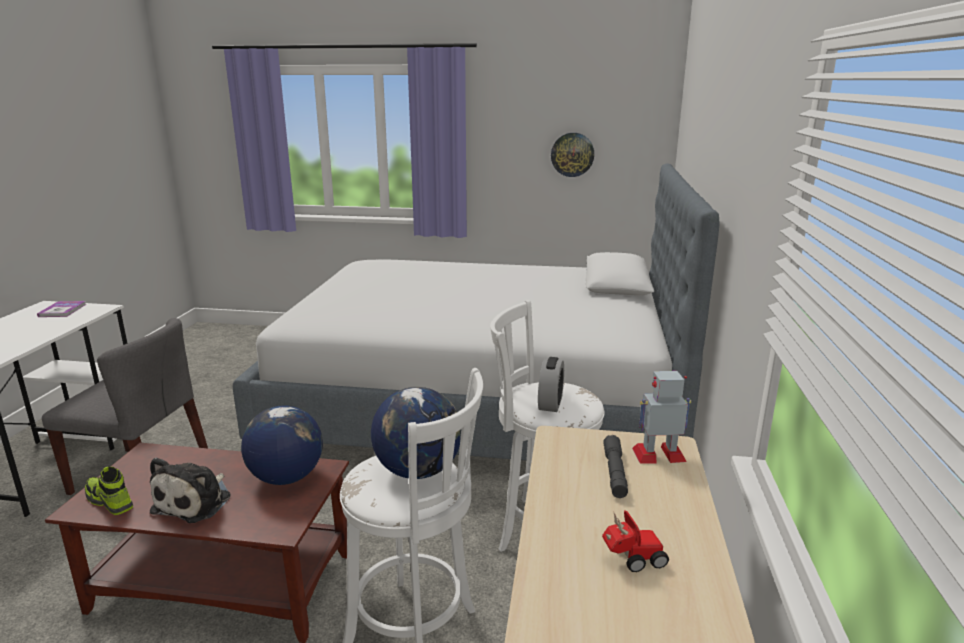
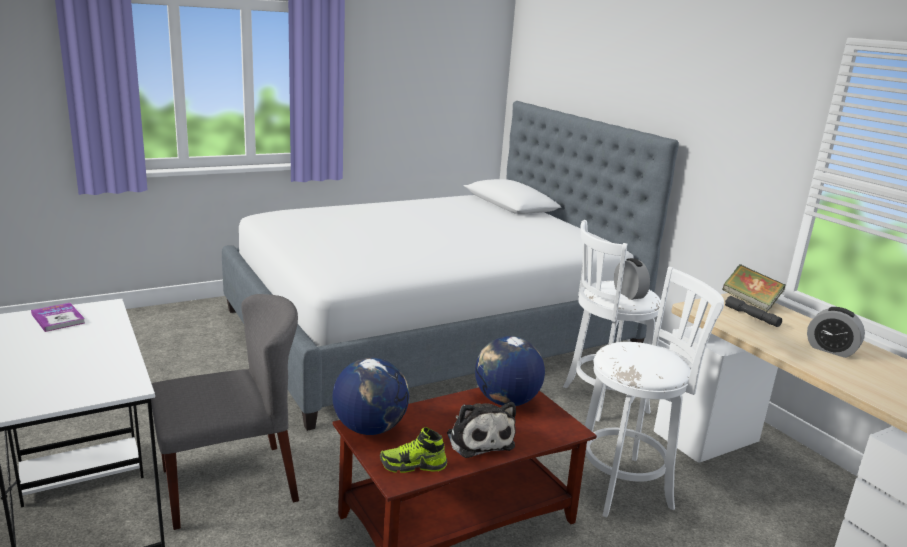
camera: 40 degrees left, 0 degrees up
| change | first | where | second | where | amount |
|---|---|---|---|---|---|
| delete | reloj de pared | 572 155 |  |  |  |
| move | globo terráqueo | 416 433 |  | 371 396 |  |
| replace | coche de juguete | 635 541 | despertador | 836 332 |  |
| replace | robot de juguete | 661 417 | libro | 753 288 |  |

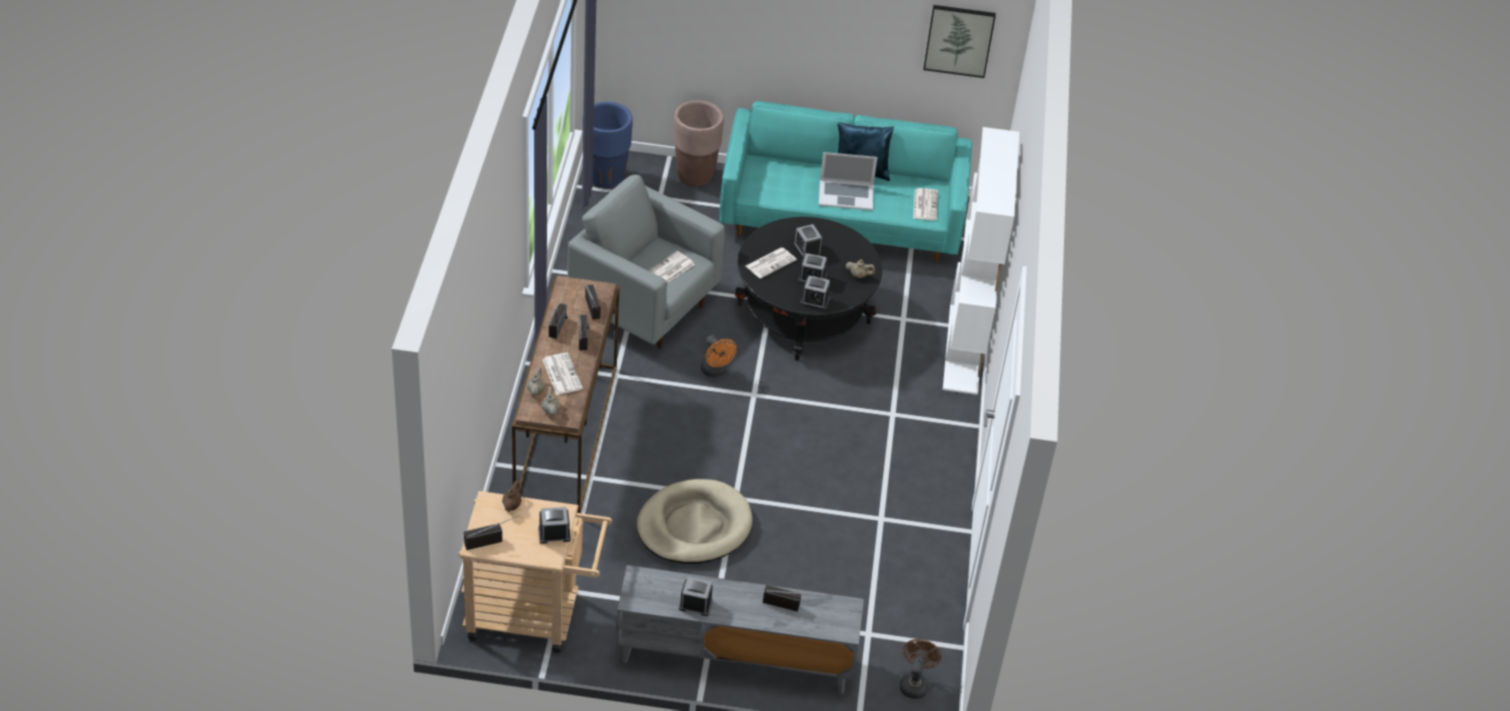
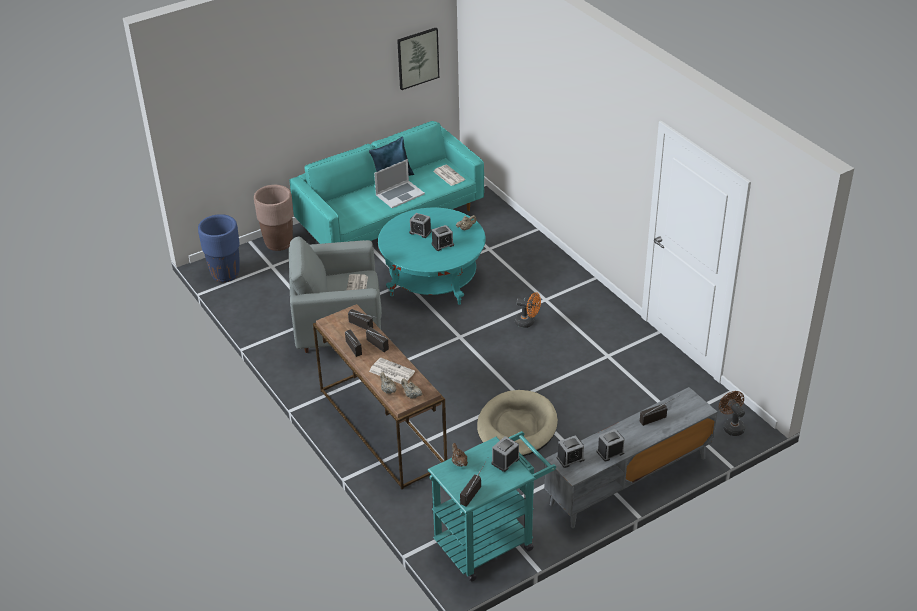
camera: 35 degrees left, 5 degrees down
| change | first | where | second | where | amount |
|---|---|---|---|---|---|
| delete | periódico | 771 263 |  |  |  |
| delete | estantería [blanco] | 981 261 |  |  |  |
| move | ventilador [naranja] | 718 356 |  | 528 310 |  |
| move | despertador | 815 292 |  | 570 451 |  |
| recolor | carrito [beis] | 535 572 | carrito [turquesa] | 492 506 |  |
| recolor | mesa de centro [negro] | 808 289 | mesa de centro [turquesa] | 432 256 |  |

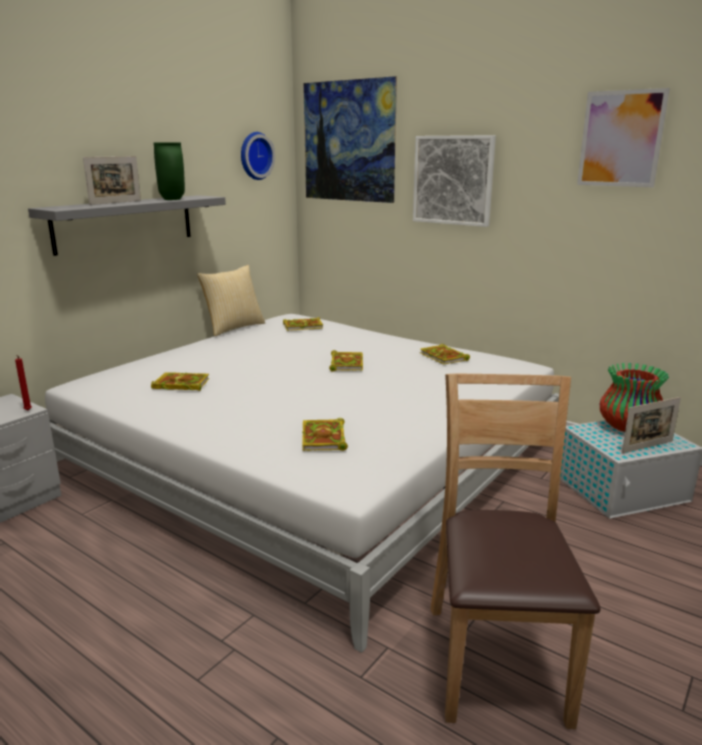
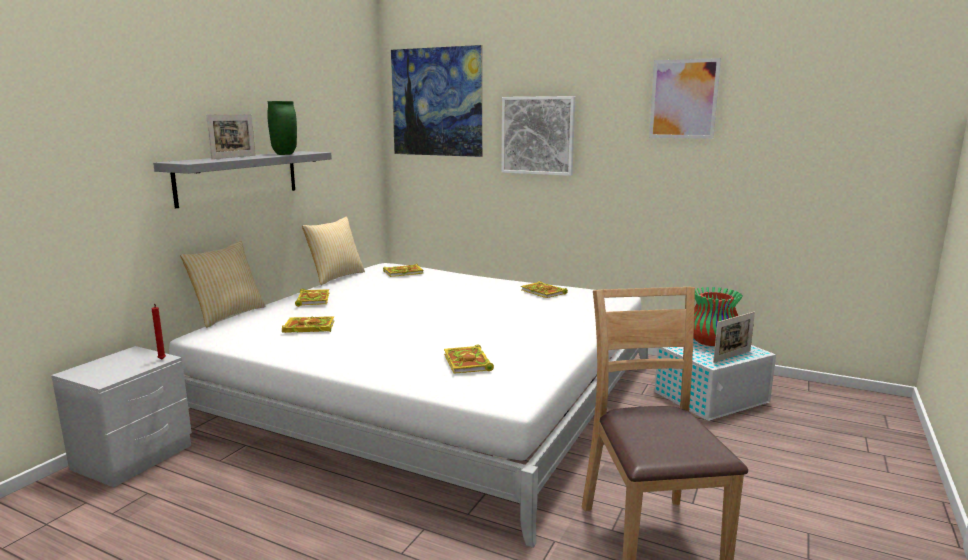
camera: 10 degrees left, 5 degrees down
| change | first | where | second | where | amount |
|---|---|---|---|---|---|
| delete | reloj de pared | 258 156 |  |  |  |
| insert |  |  | cojín | 223 284 |  |
| move | libro | 346 361 |  | 312 298 |  |

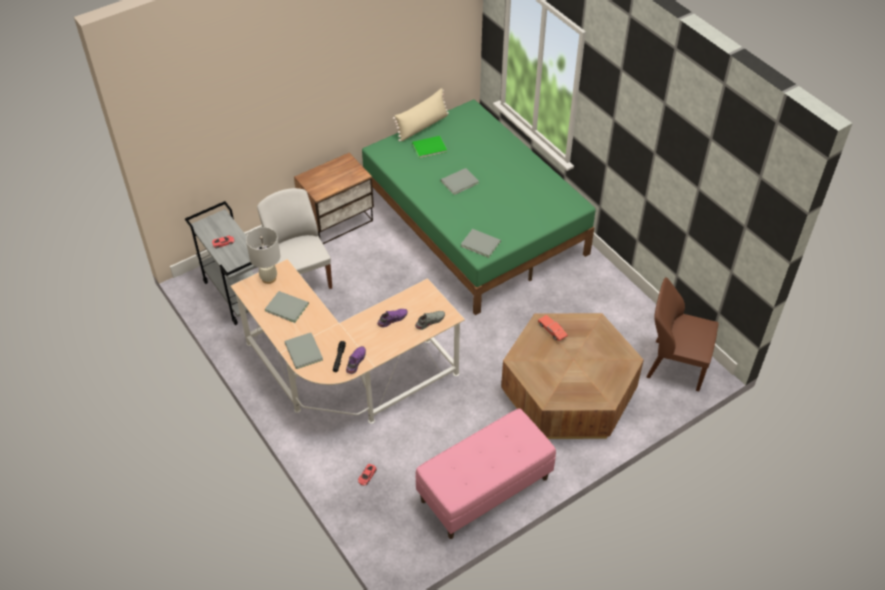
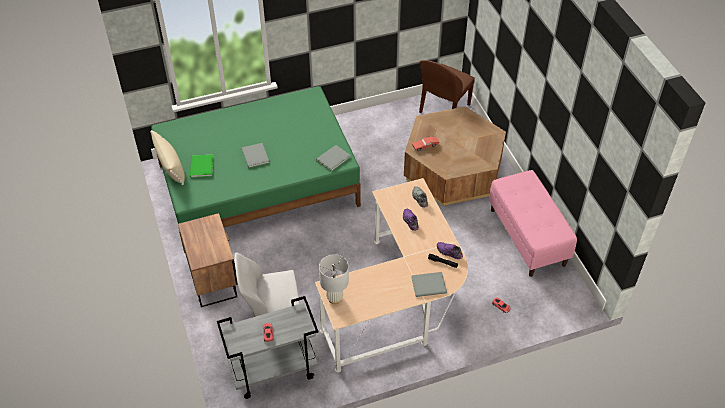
camera: 75 degrees left, 0 degrees up
| change | first | where | second | where | amount |
|---|---|---|---|---|---|
| delete | libro [gris] | 287 307 |  |  |  |

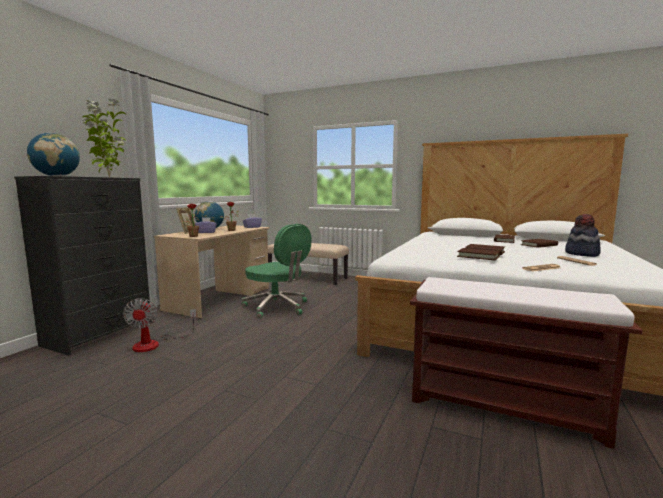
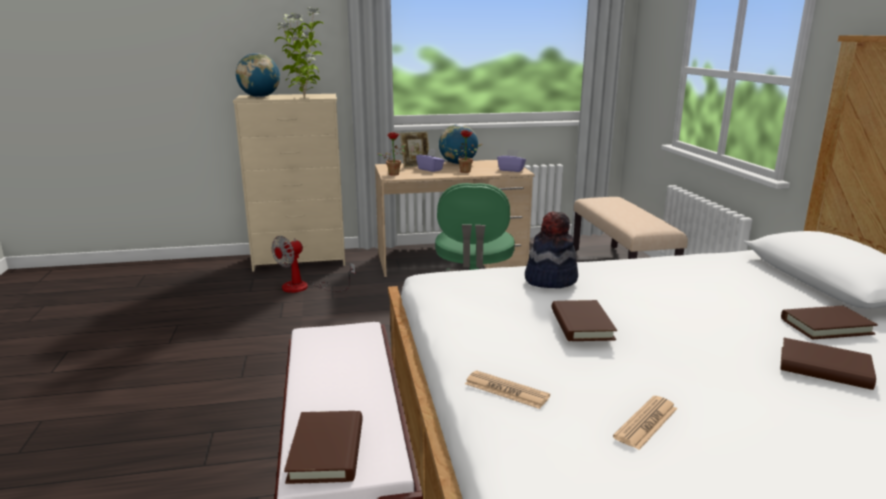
camera: 55 degrees right, 10 degrees up
| change | first | where | second | where | amount |
|---|---|---|---|---|---|
| move | libro [marrón] | 478 254 |  | 323 447 |  |
| move | sombrero | 583 235 |  | 551 249 |  |
| recolor | cómoda [negro] | 82 265 | cómoda [beis] | 289 183 |  |

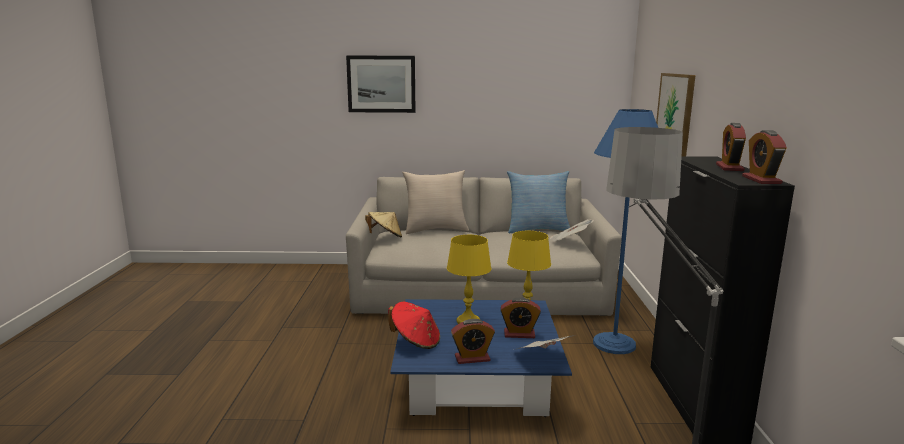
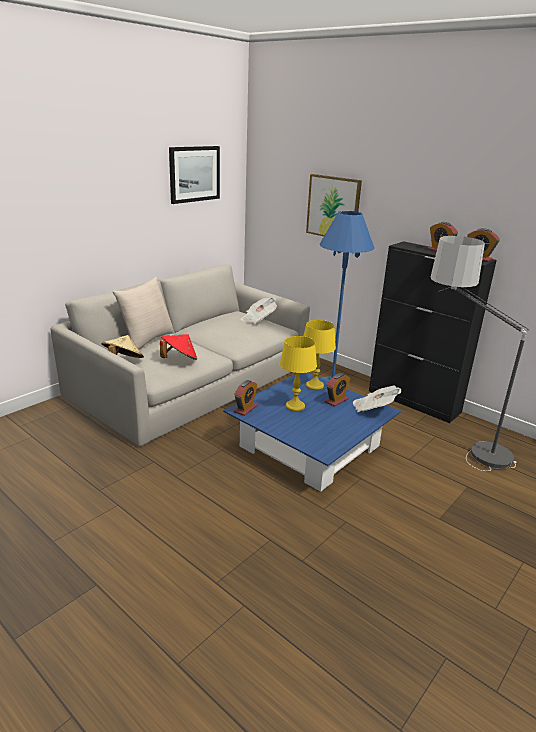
camera: 50 degrees left, 10 degrees up
| change | first | where | second | where | amount |
|---|---|---|---|---|---|
| delete | cojín | 538 202 |  |  |  |
| move | cuadro | 380 84 |  | 194 175 |  |
| move | sombrero [rojo] | 414 325 |  | 178 347 |  |
| move | despertador | 473 341 |  | 245 398 |  |

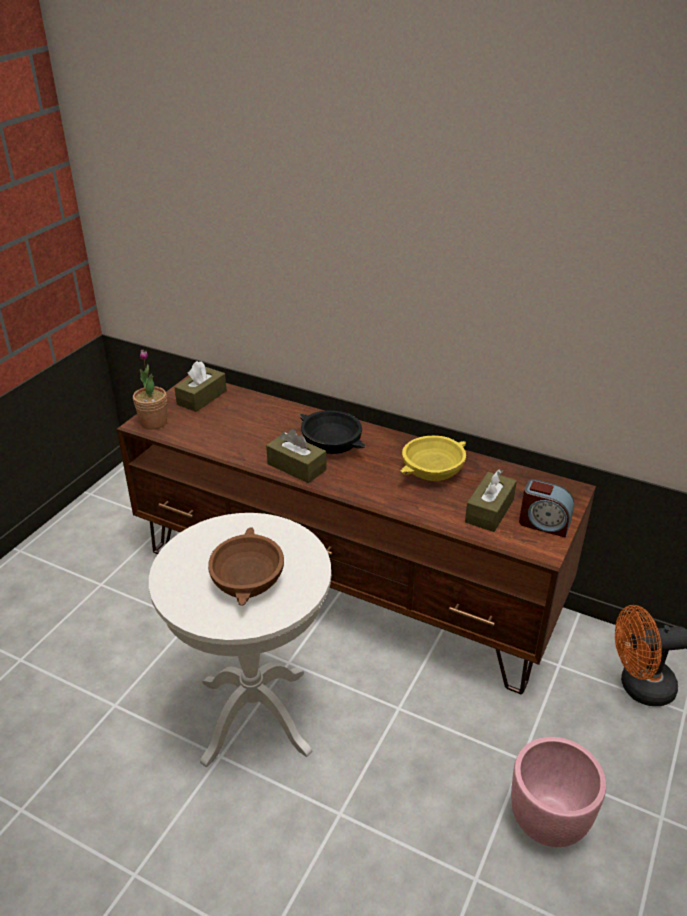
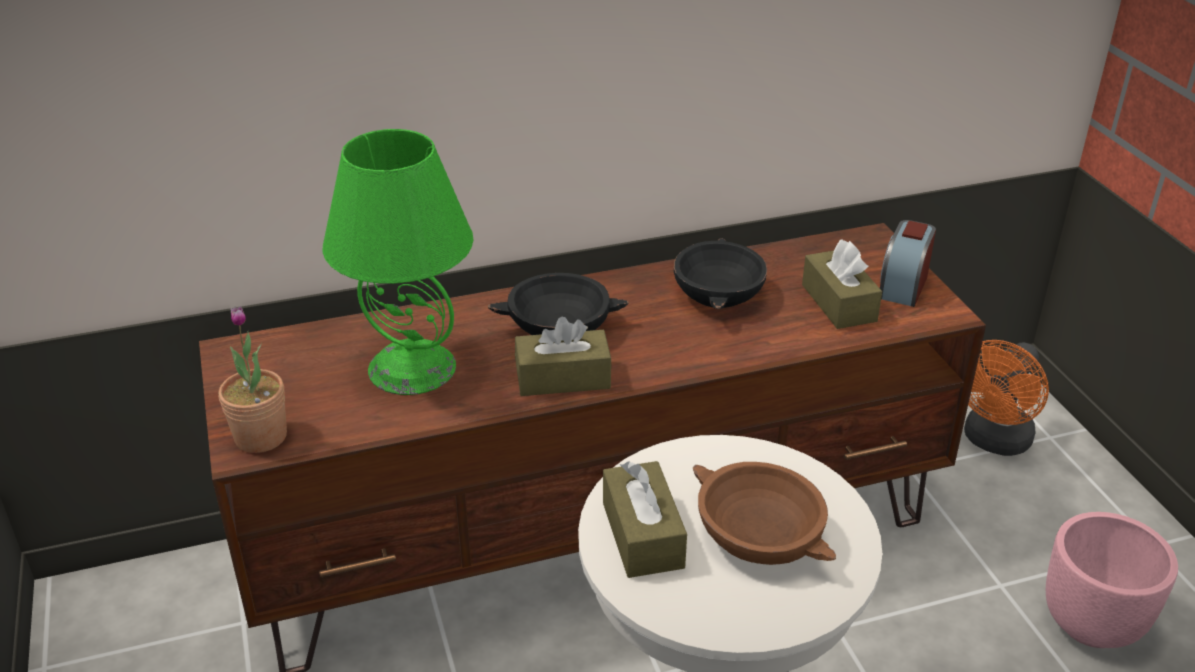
camera: 45 degrees left, 0 degrees up
| change | first | where | second | where | amount |
|---|---|---|---|---|---|
| insert |  |  | lámpara de mesa [verde] | 398 262 |  |
| move | caja de pañuelos [marrón] | 200 386 |  | 645 519 |  |
| recolor | cuenco [amarillo] | 432 458 | cuenco [negro] | 720 273 |  |
| rotate | despertador | 546 508 |  | 908 263 | 135 degrees clockwise |

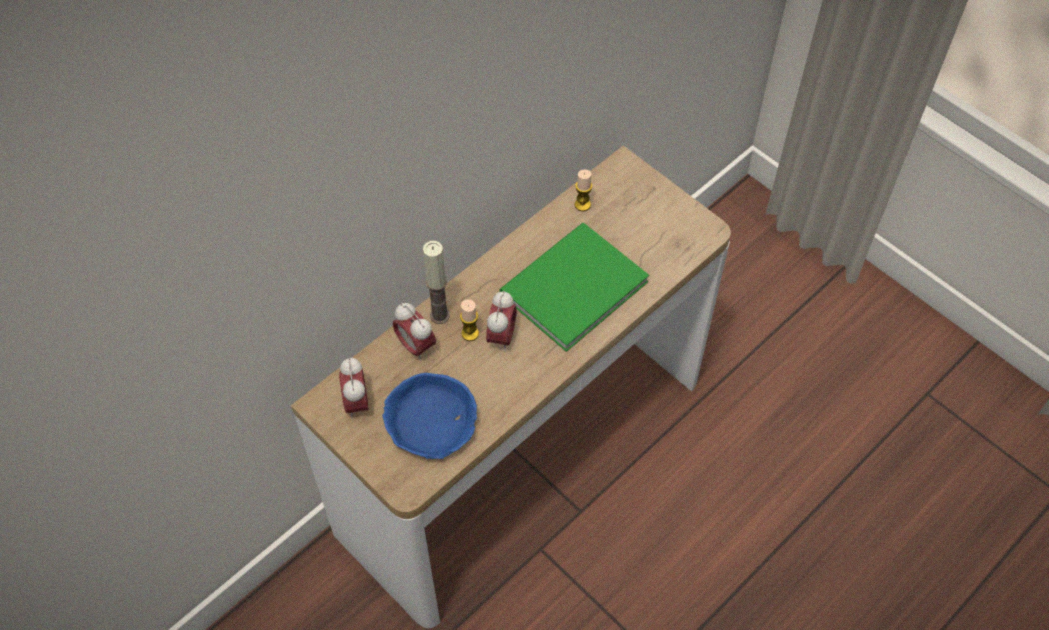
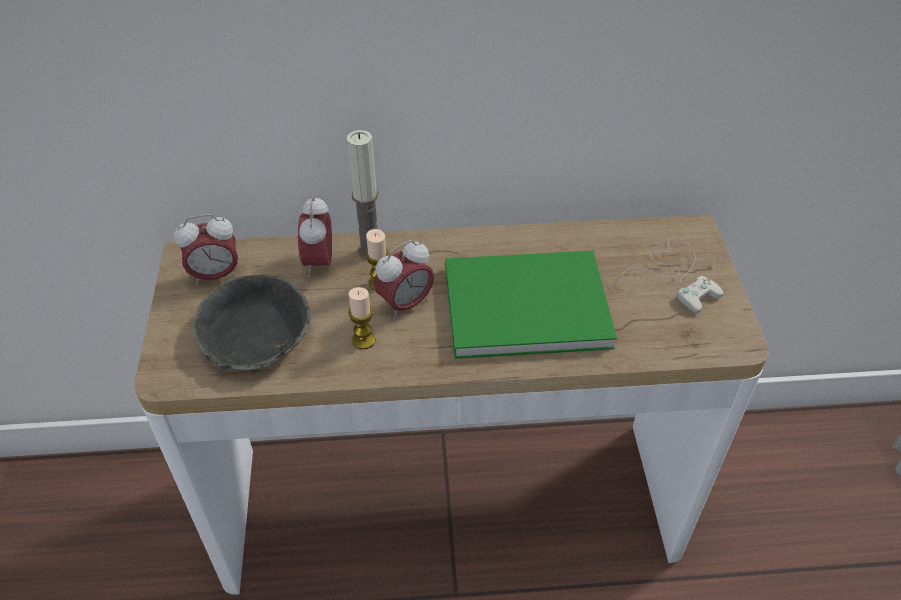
camera: 40 degrees right, 10 degrees down
| change | first | where | second | where | amount |
|---|---|---|---|---|---|
| insert |  |  | mando de consola [blanco] | 671 275 |  |
| move | vela | 583 190 |  | 362 318 |  |
| recolor | cuenco [azul] | 429 416 | cuenco [gris] | 251 322 |  |
| rotate | despertador | 354 388 |  | 206 250 | 135 degrees counterclockwise |

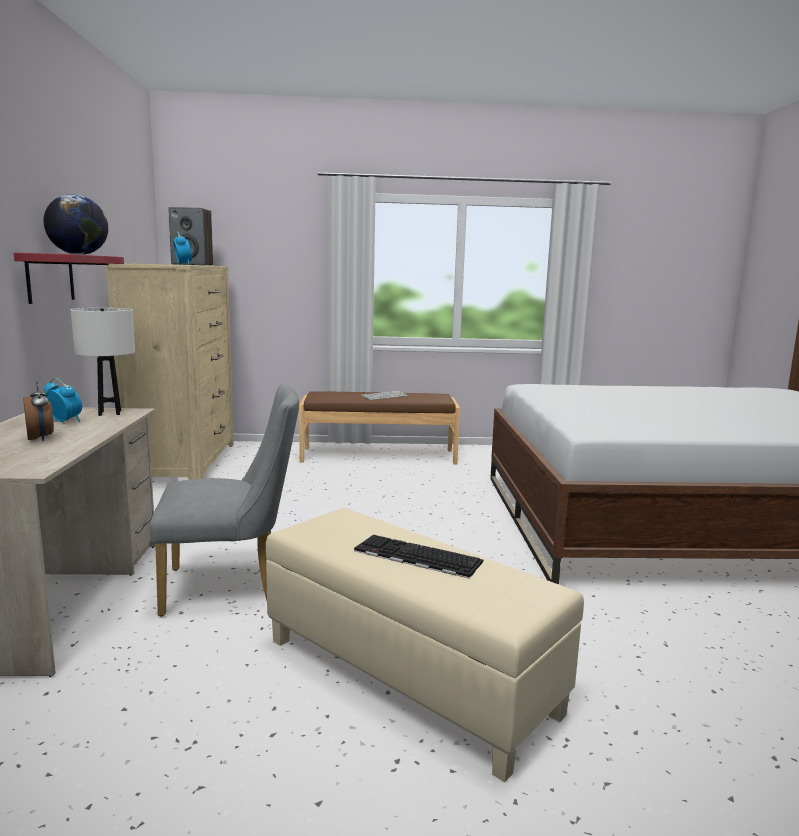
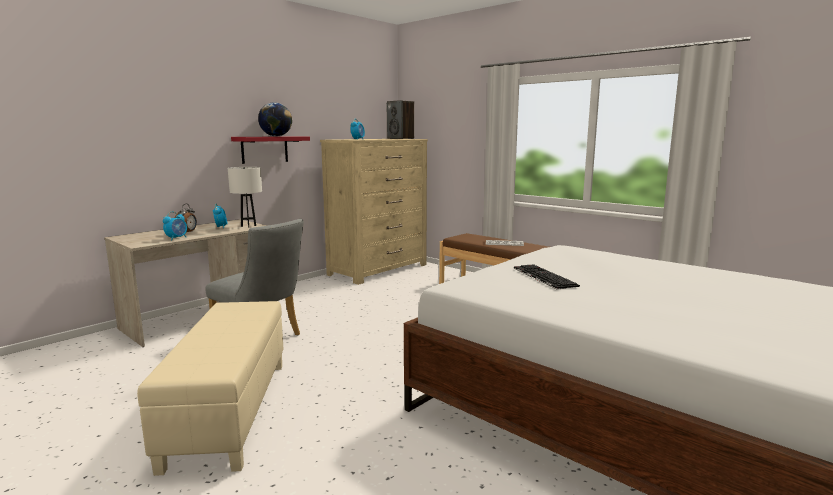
camera: 45 degrees right, 0 degrees up
| change | first | where | second | where | amount |
|---|---|---|---|---|---|
| insert |  |  | despertador | 175 226 |  |
| move | teclado | 418 557 |  | 547 277 |  |

